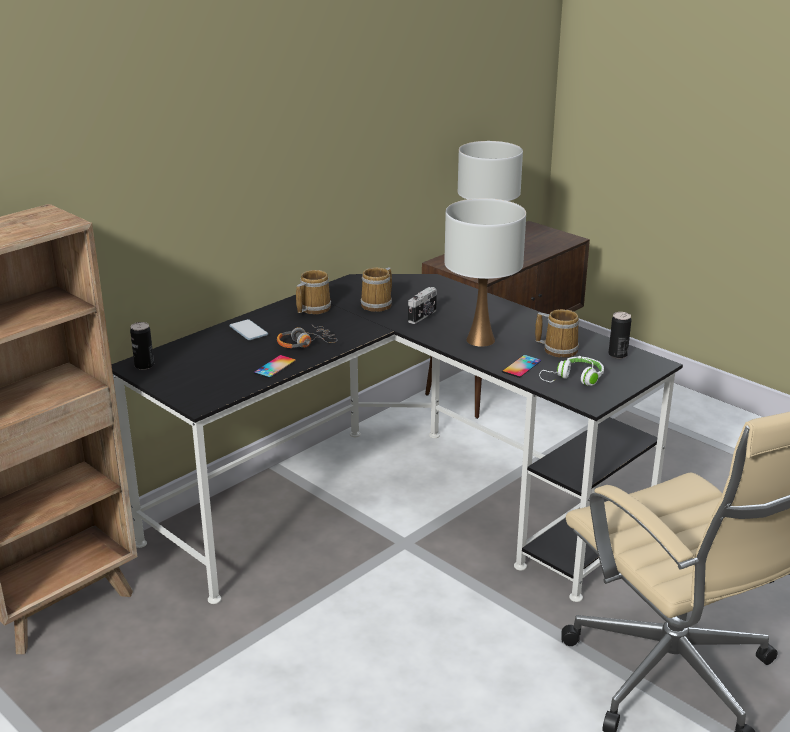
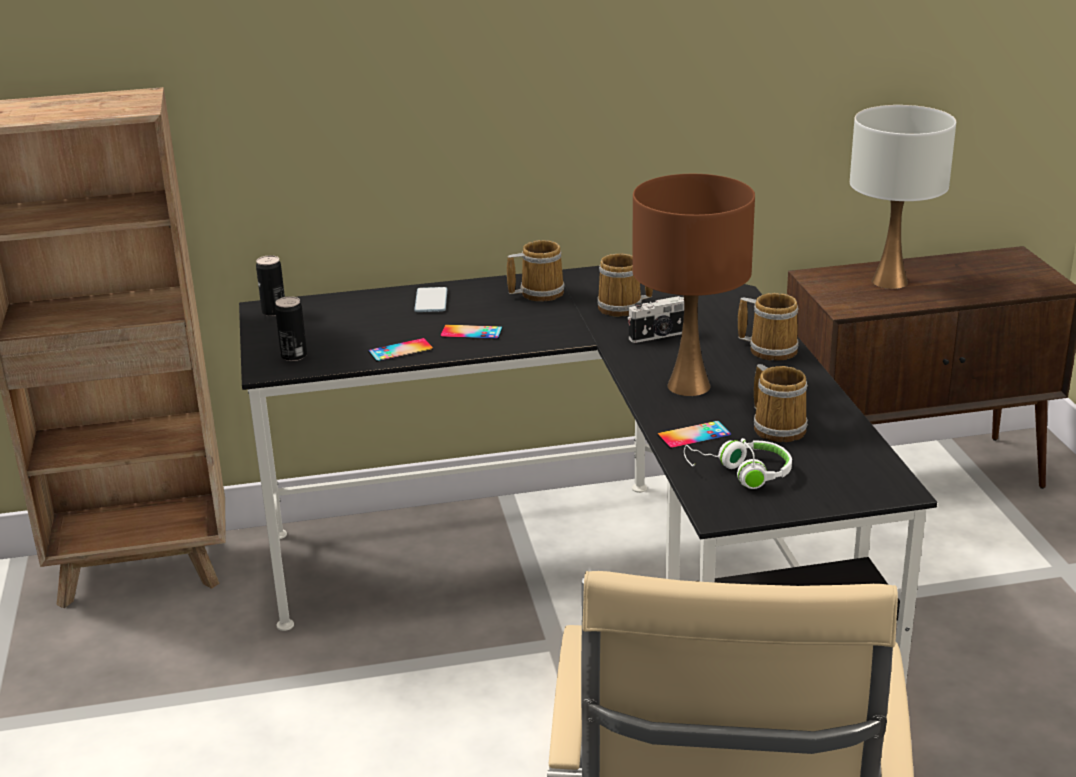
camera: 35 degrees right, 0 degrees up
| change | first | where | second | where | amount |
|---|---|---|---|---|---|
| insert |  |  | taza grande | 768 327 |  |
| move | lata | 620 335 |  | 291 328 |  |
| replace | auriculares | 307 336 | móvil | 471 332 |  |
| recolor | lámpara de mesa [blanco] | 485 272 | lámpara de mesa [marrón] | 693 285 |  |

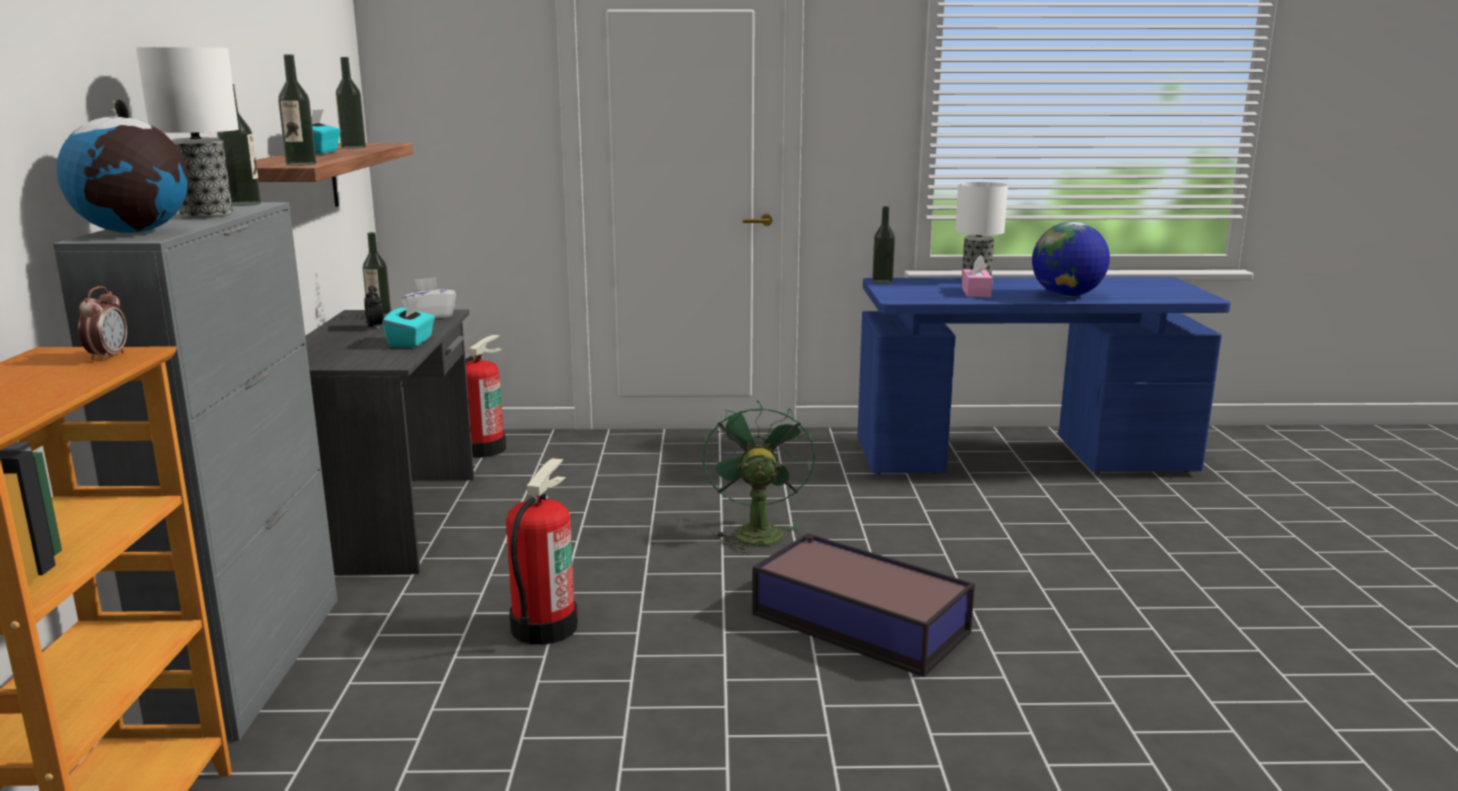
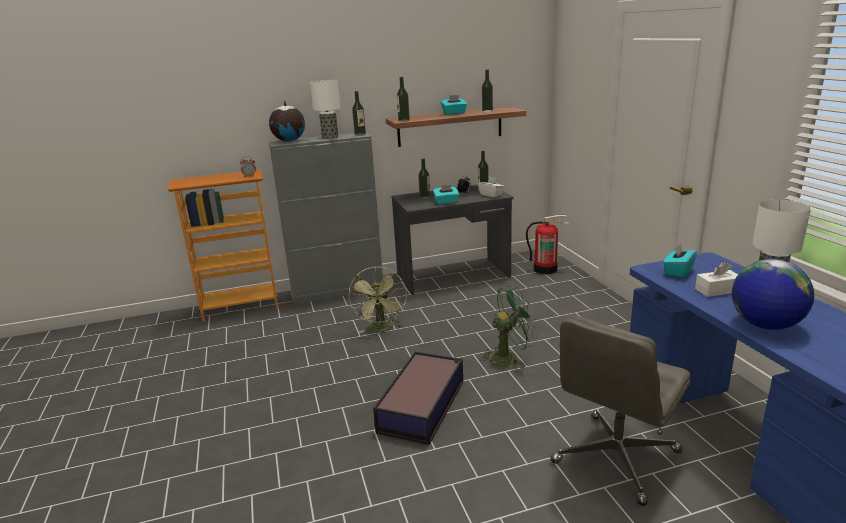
camera: 75 degrees right, 5 degrees up
| change | first | where | second | where | amount |
|---|---|---|---|---|---|
| insert |  |  | silla de oficina [gris] | 620 410 |  |
| insert |  |  | caja de pañuelos [turquesa] | 680 260 |  |
| move | botella | 883 245 |  | 424 179 |  |
| replace | extintor | 542 551 | ventilador [verde] | 378 299 |  |
| recolor | caja de pañuelos [rosa] | 977 276 | caja de pañuelos [blanco] | 716 279 |  |

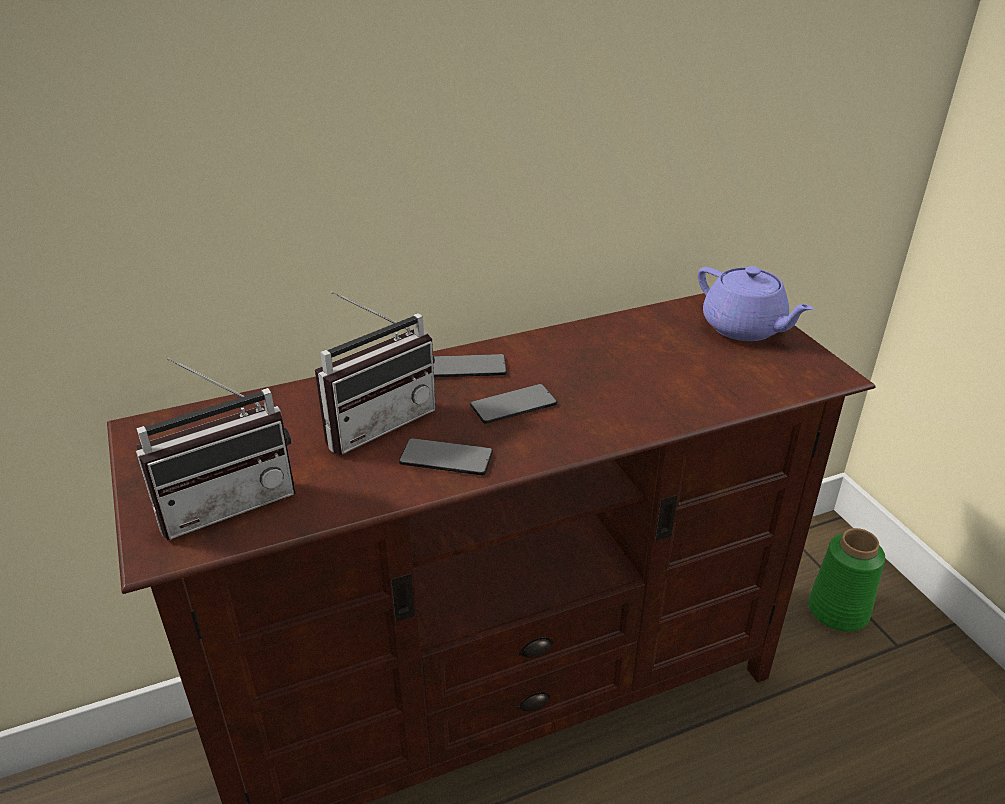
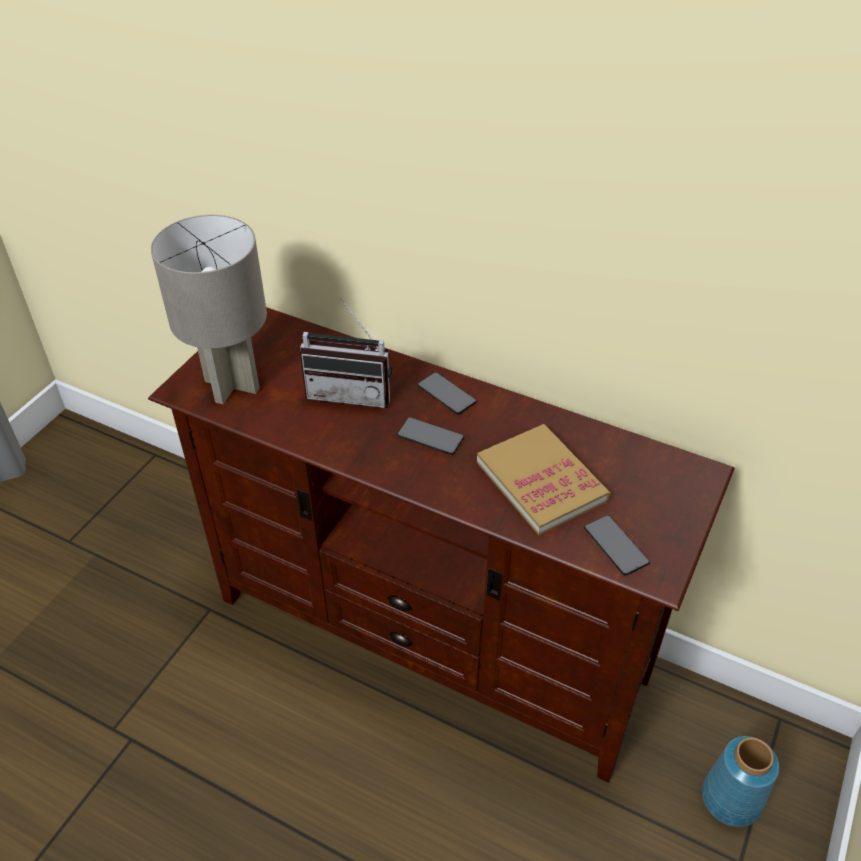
camera: 50 degrees right, 10 degrees up
| change | first | where | second | where | amount |
|---|---|---|---|---|---|
| delete | tetera [morado] | 756 303 |  |  |  |
| insert |  |  | libro | 543 479 |  |
| move | móvil | 446 456 |  | 617 545 |  |
| replace | radio | 216 449 | lámpara de mesa [gris] | 209 309 |  |
| recolor | florero [verde] | 846 580 | florero [azul] | 740 781 |  |

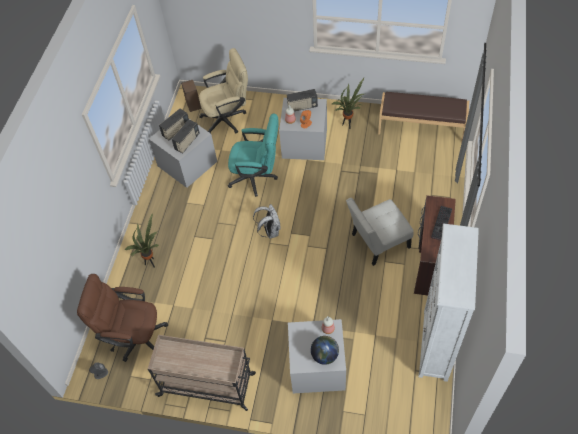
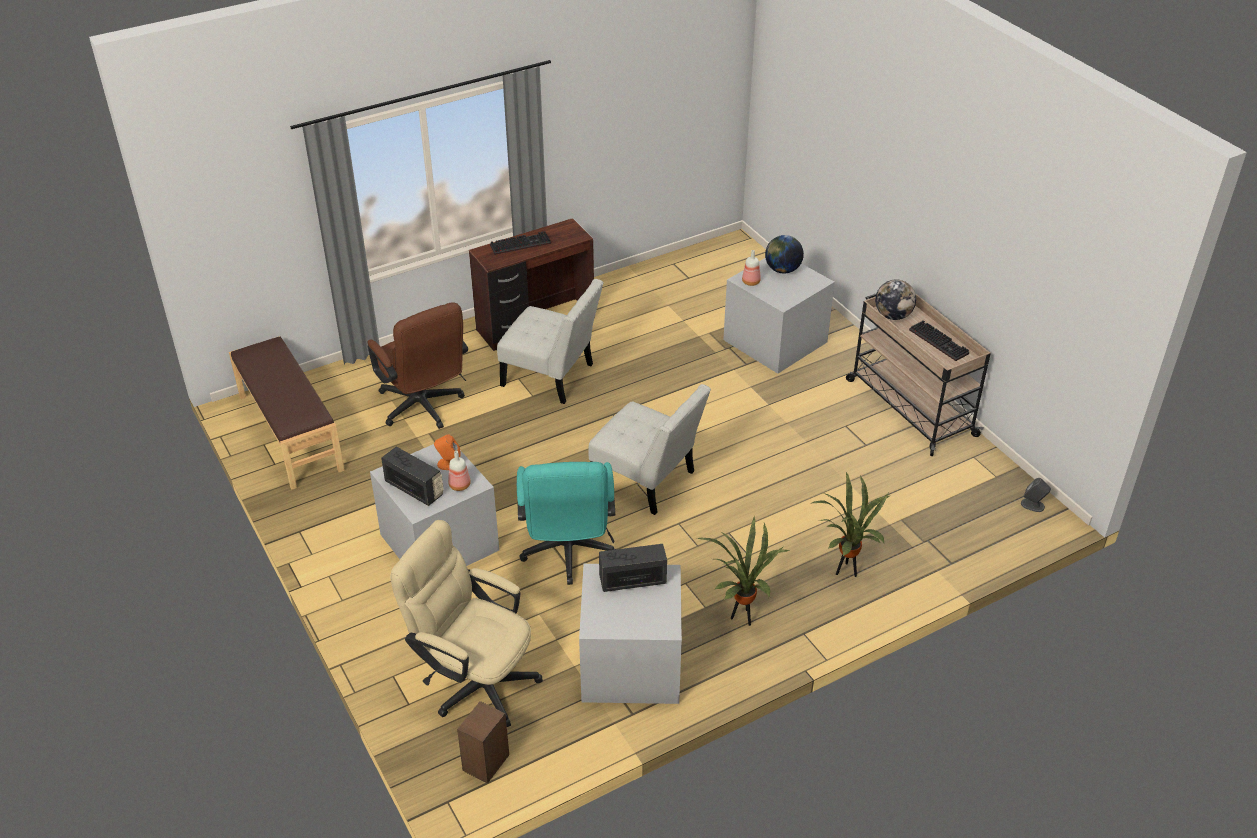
camera: 135 degrees left, 15 degrees down
| change | first | where | second | where | amount |
|---|---|---|---|---|---|
| delete | radio | 174 124 |  |  |  |
| delete | estantería [blanco] | 448 303 |  |  |  |
| insert |  |  | globo terráqueo | 895 300 |  |
| insert |  |  | teclado | 939 340 |  |
| move | silla de oficina [marrón] | 122 318 |  | 417 365 |  |
| move | planta en maceta | 348 103 |  | 744 571 |  |
| replace | mochila [blanco] | 266 221 | silla [blanco] | 649 449 |  |
| rotate | silla de oficina [turquesa] | 253 155 |  | 566 523 | 150 degrees counterclockwise |

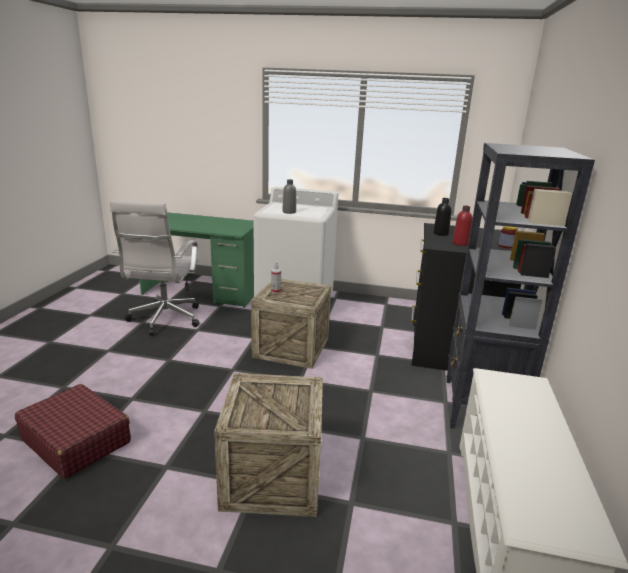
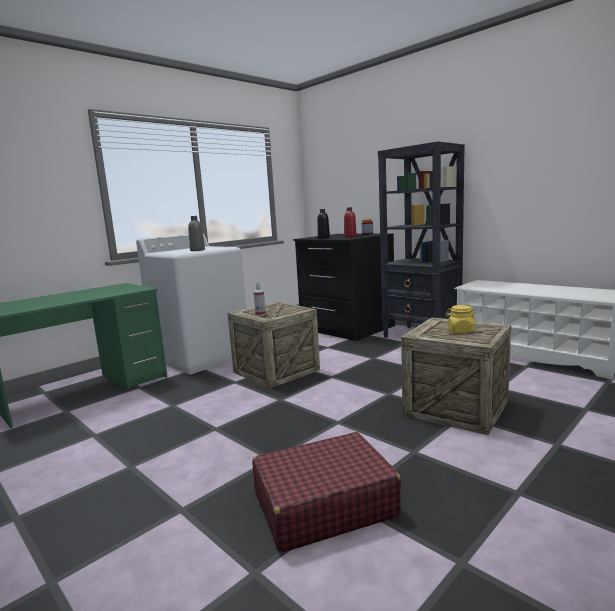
camera: 55 degrees left, 10 degrees down
| change | first | where | second | where | amount |
|---|---|---|---|---|---|
| delete | silla de oficina [blanco] | 154 268 |  |  |  |
| insert |  |  | tarro [amarillo] | 461 319 |  |

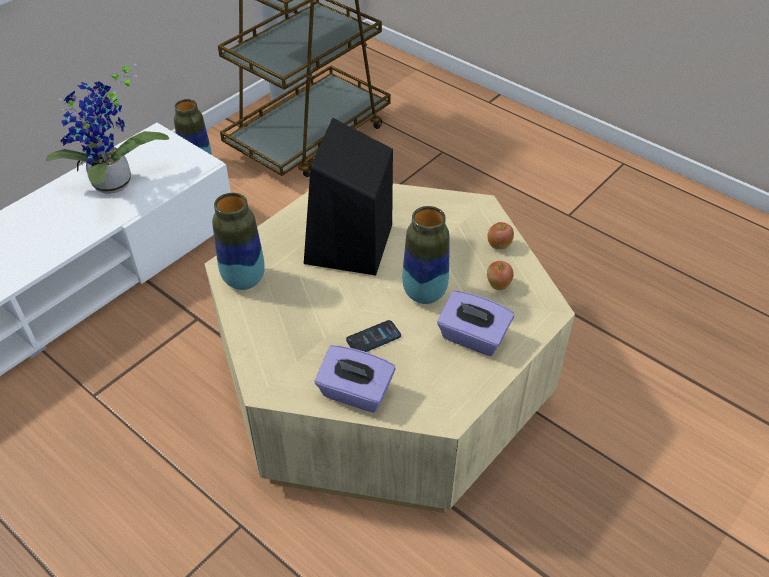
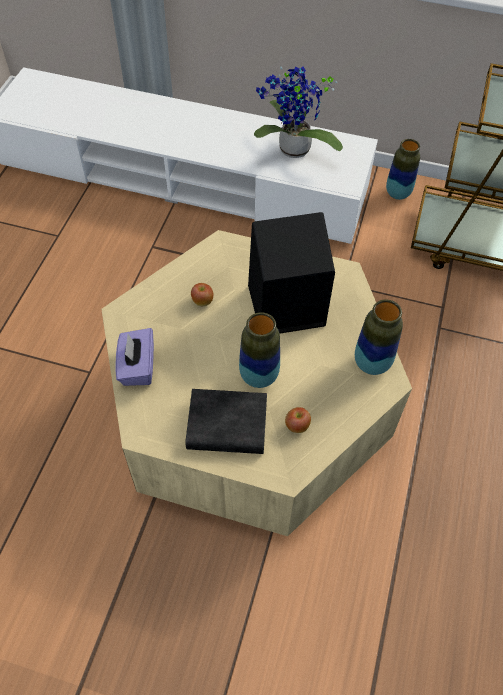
camera: 65 degrees right, 10 degrees up
| change | first | where | second | where | amount |
|---|---|---|---|---|---|
| delete | móvil | 373 336 |  |  |  |
| move | florero | 238 241 |  | 379 337 |  |
| move | manzana | 500 236 |  | 202 294 |  |
| replace | caja de pañuelos [morado] | 475 323 | libro [negro] | 226 421 |  |

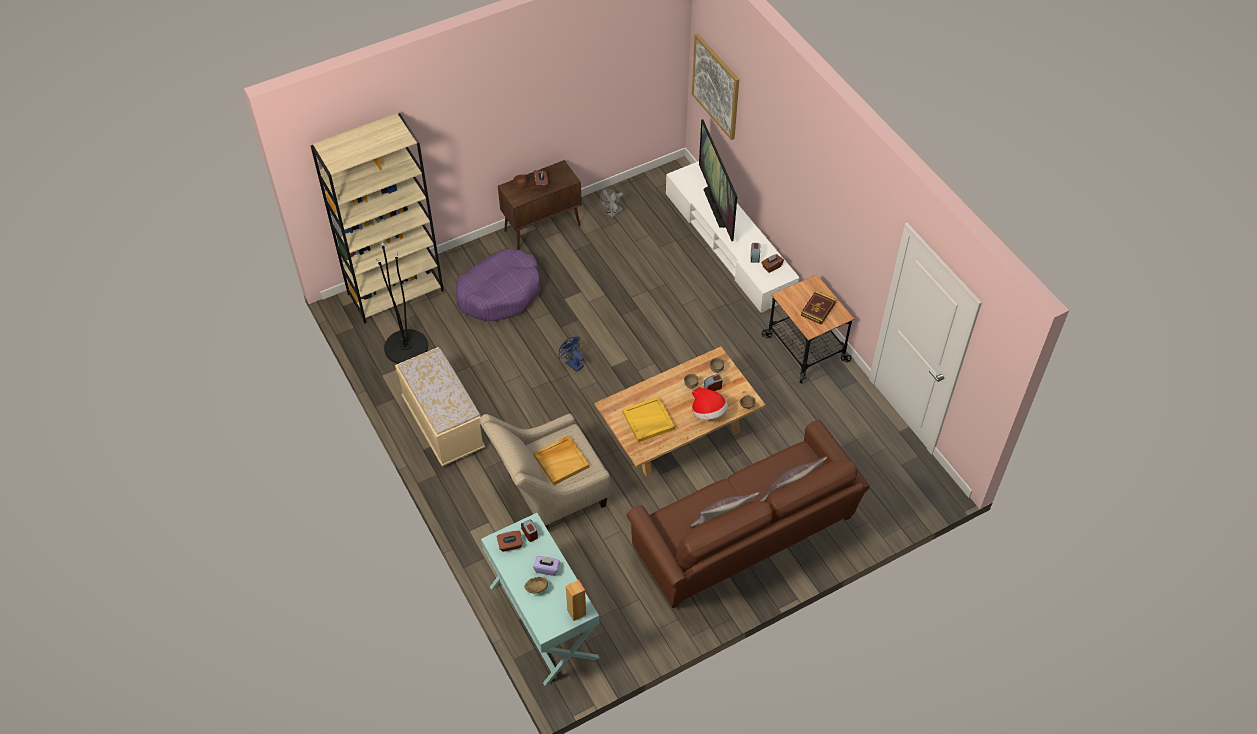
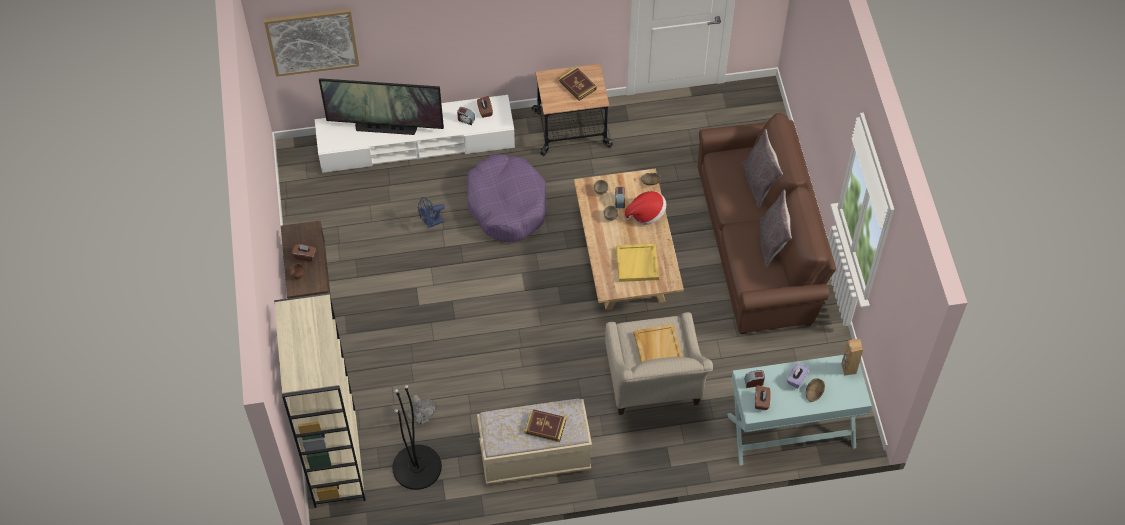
camera: 70 degrees left, 5 degrees up
| change | first | where | second | where | amount |
|---|---|---|---|---|---|
| insert |  |  | libro | 545 425 |  |
| move | cama para perro [morado] | 498 285 |  | 506 198 |  |
| move | ventilador [azul] | 571 354 |  | 431 212 |  |
| move | ventilador [gris] | 611 203 |  | 422 410 |  |

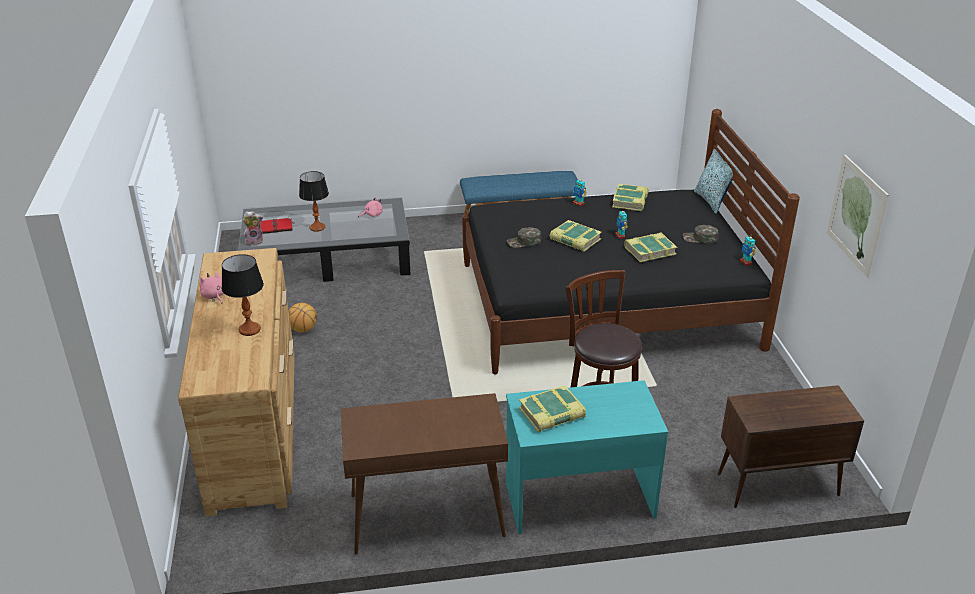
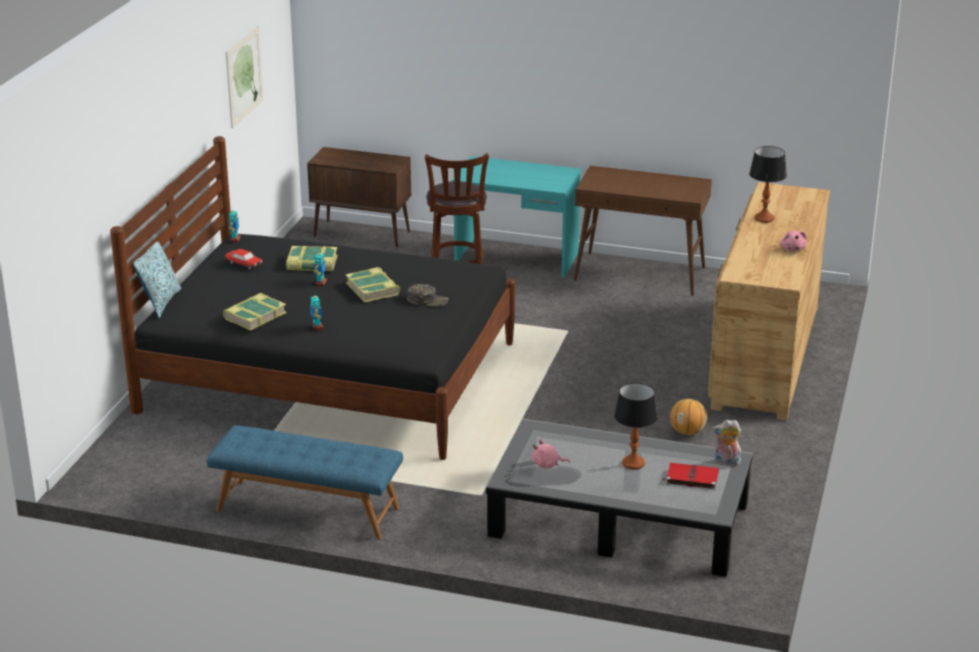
camera: 155 degrees left, 5 degrees down
| change | first | where | second | where | amount |
|---|---|---|---|---|---|
| delete | libro | 552 408 |  |  |  |
| replace | gorra [verde] | 701 234 | coche de juguete | 244 259 |  |

